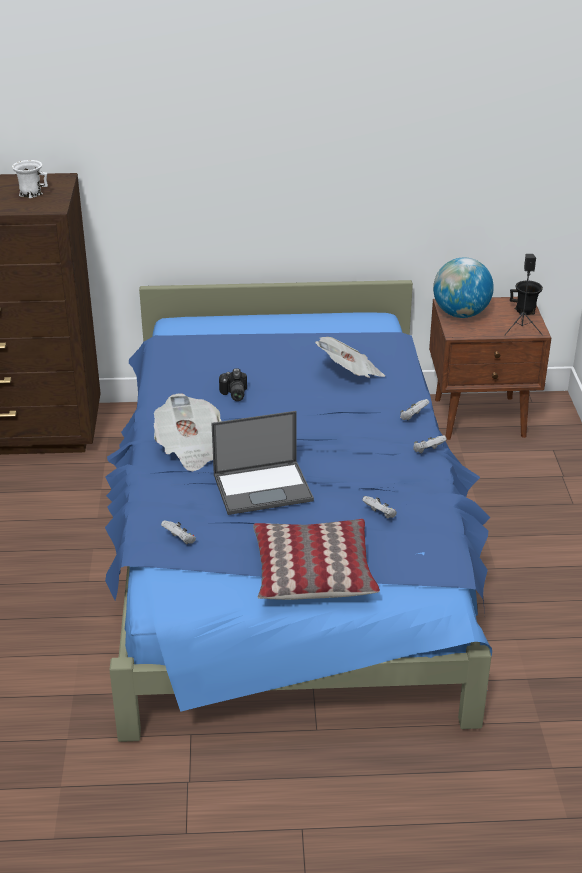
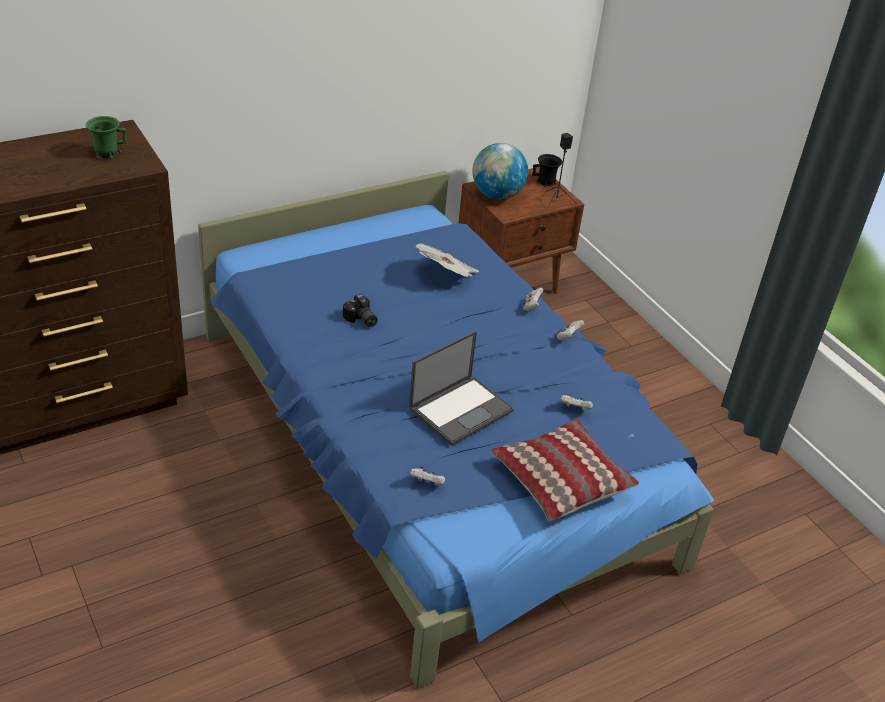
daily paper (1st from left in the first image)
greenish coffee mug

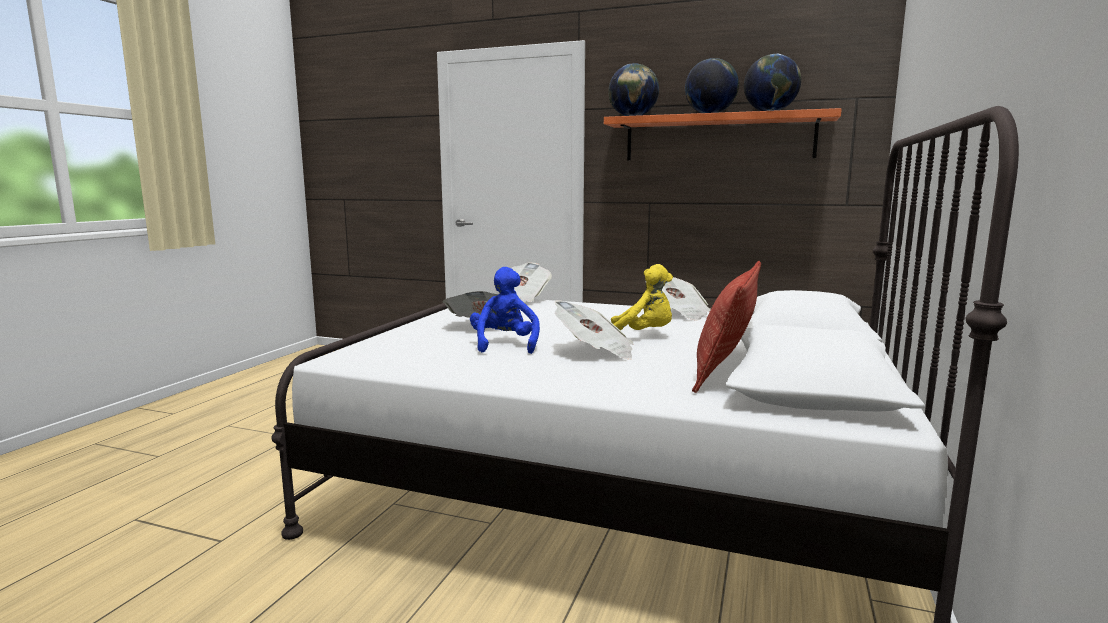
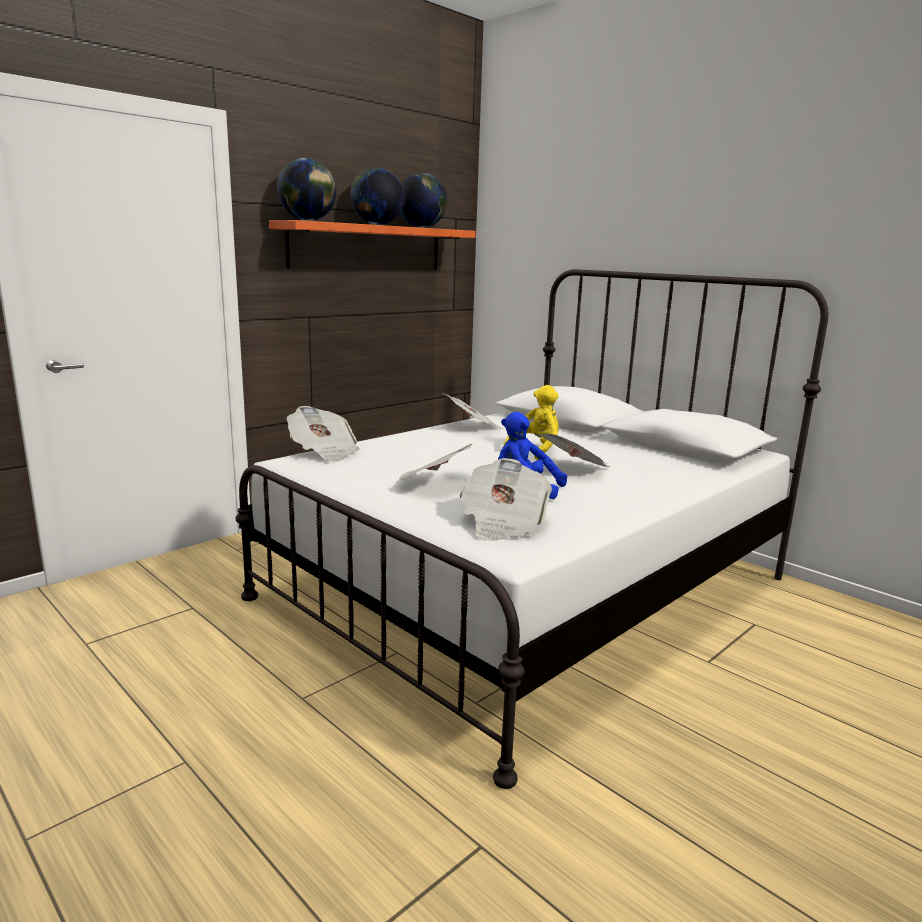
cushion
daily paper (4th from left)

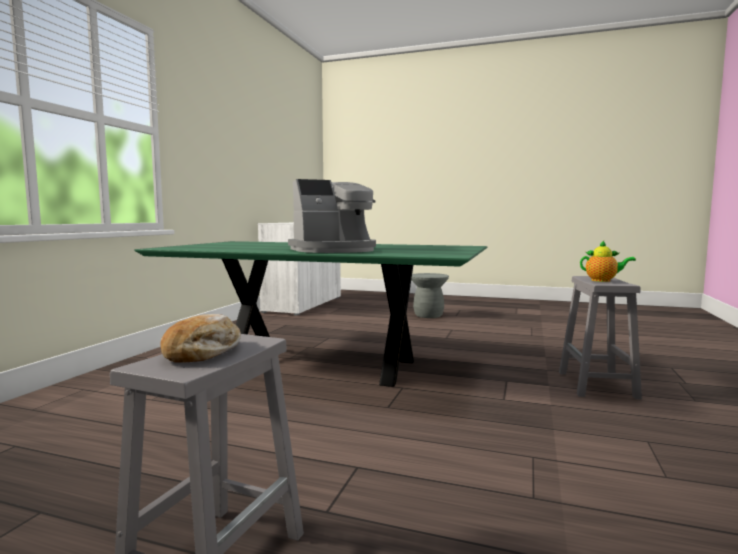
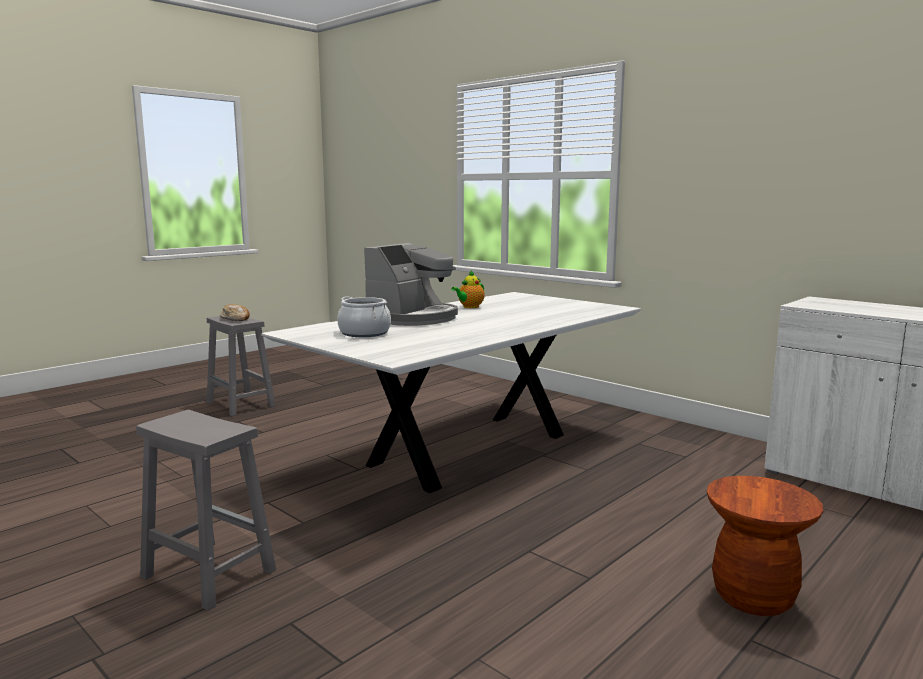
cooking pot
pot for tea
white dinner table
brownish stool seat
coffee maker

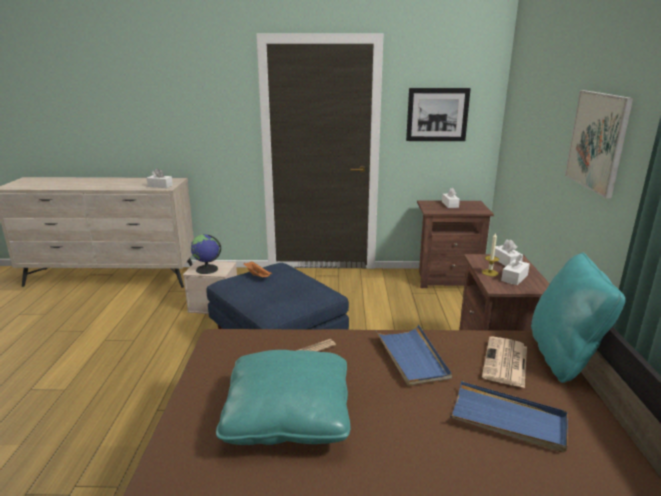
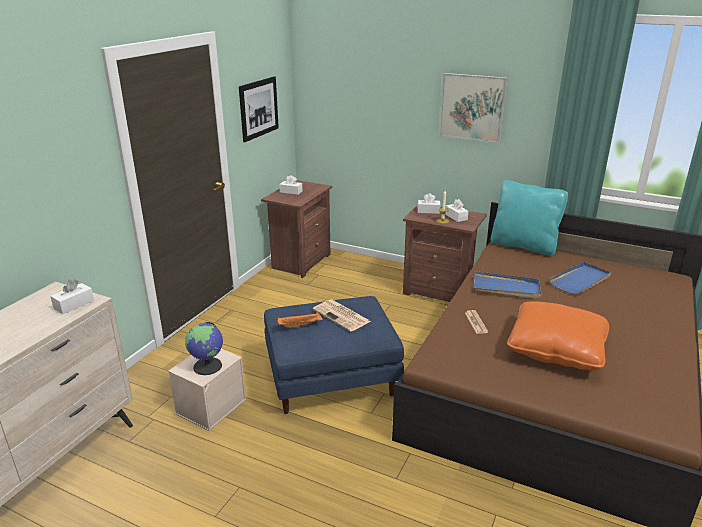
daily paper (1st from left)
orange-coloured cushion

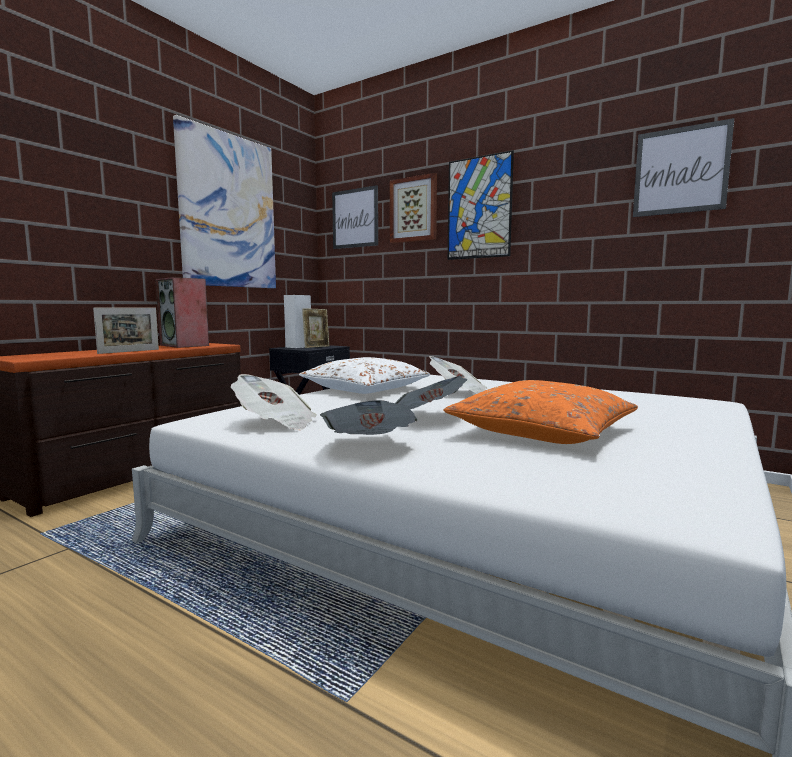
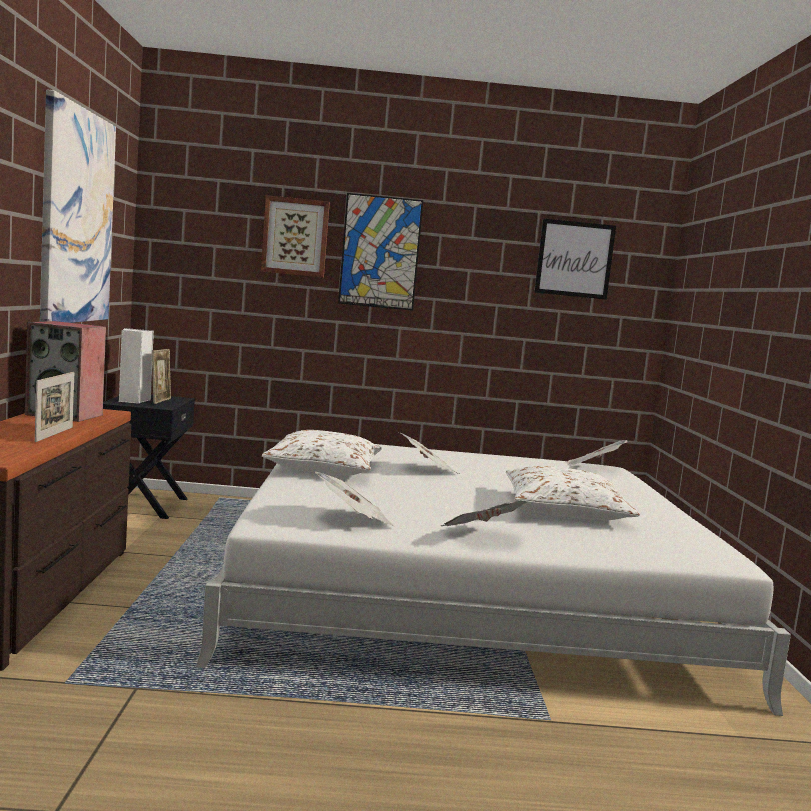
wall art (2nd from left in the first image)
daily paper (4th from left)
white cushion (2nd from left)

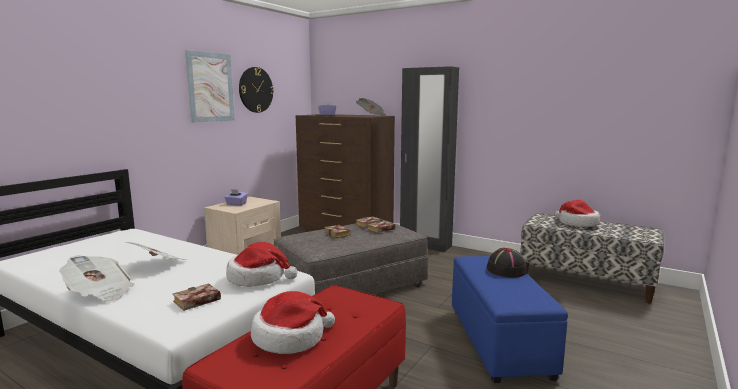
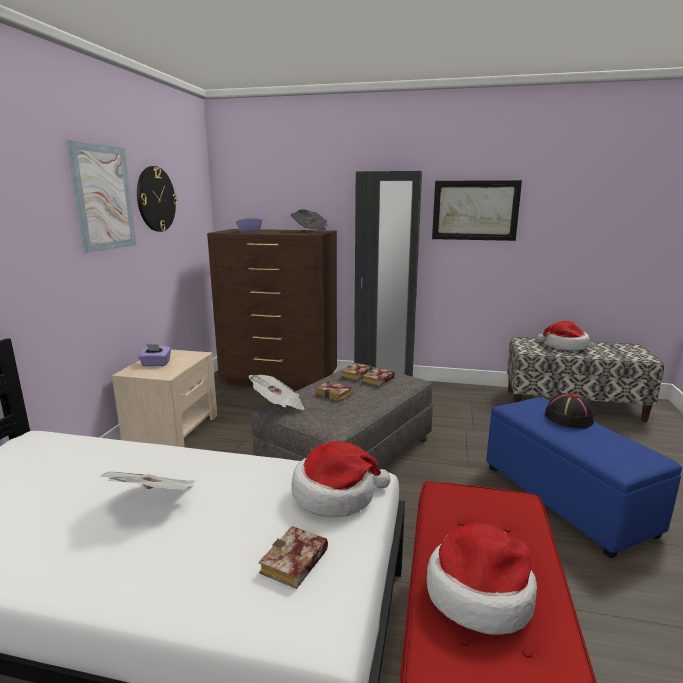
wall art (2nd from left)
daily paper (2nd from left)

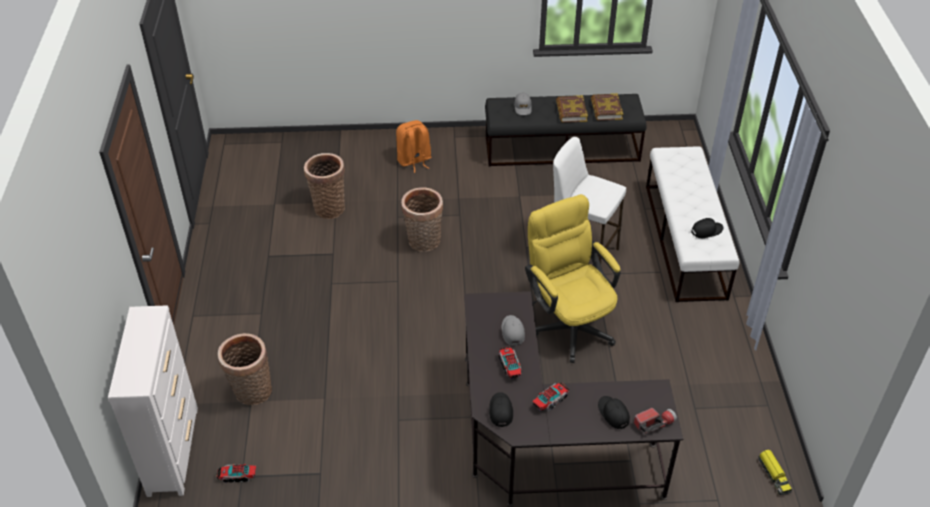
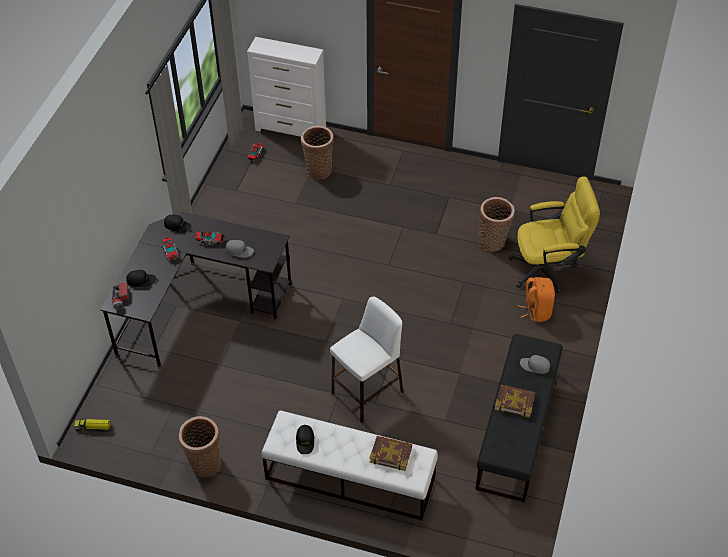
basket (1st from left)
yellowish desk chair
volume (1st from left)

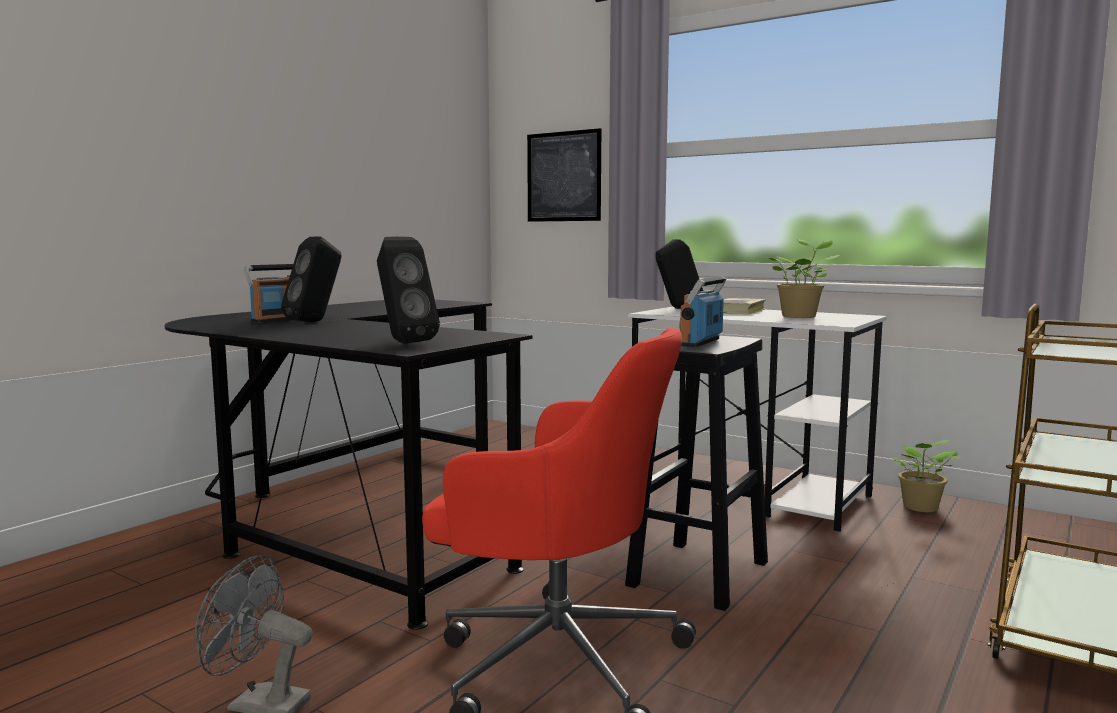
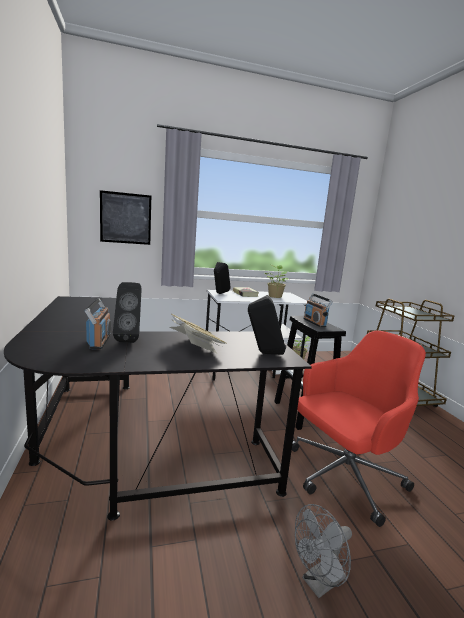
volume (1st from left)

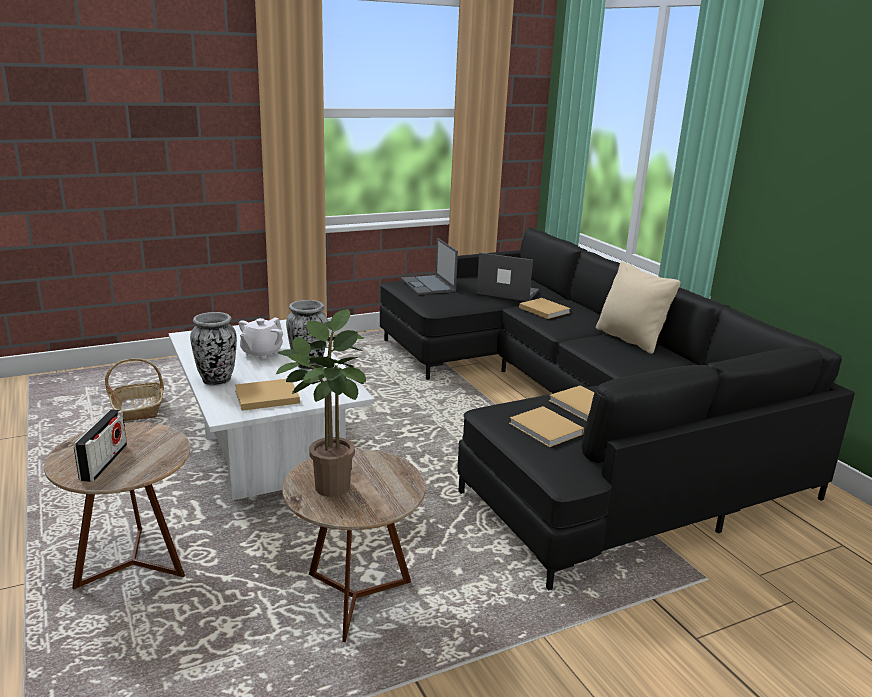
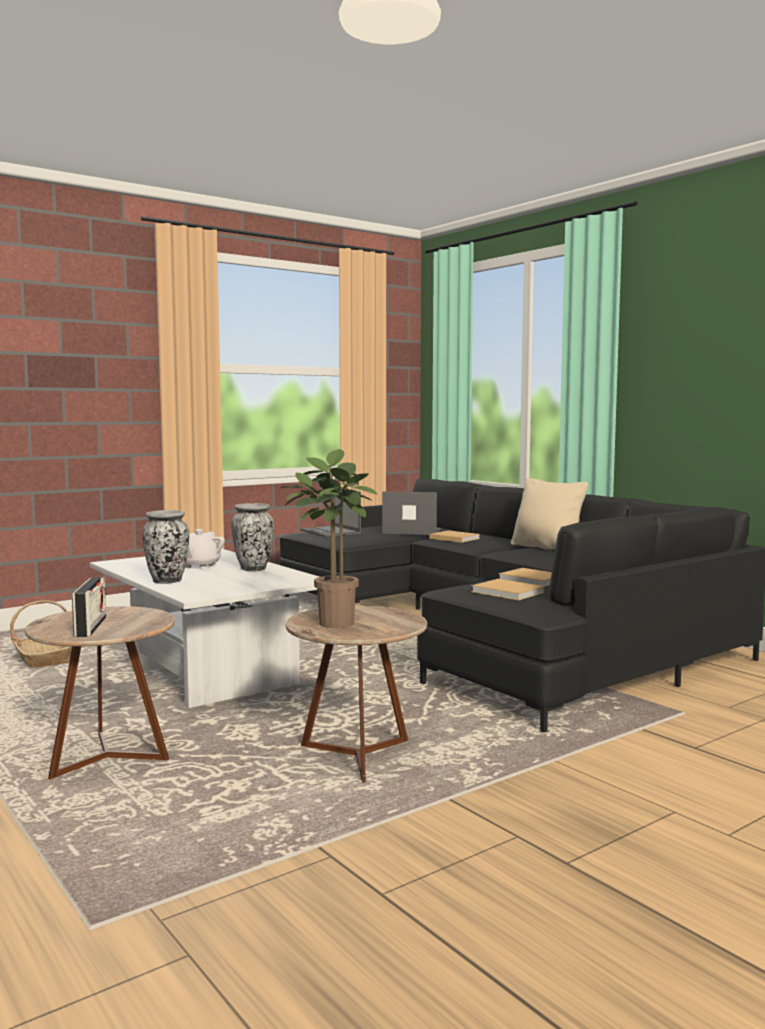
beige volume (1st from left in the first image)

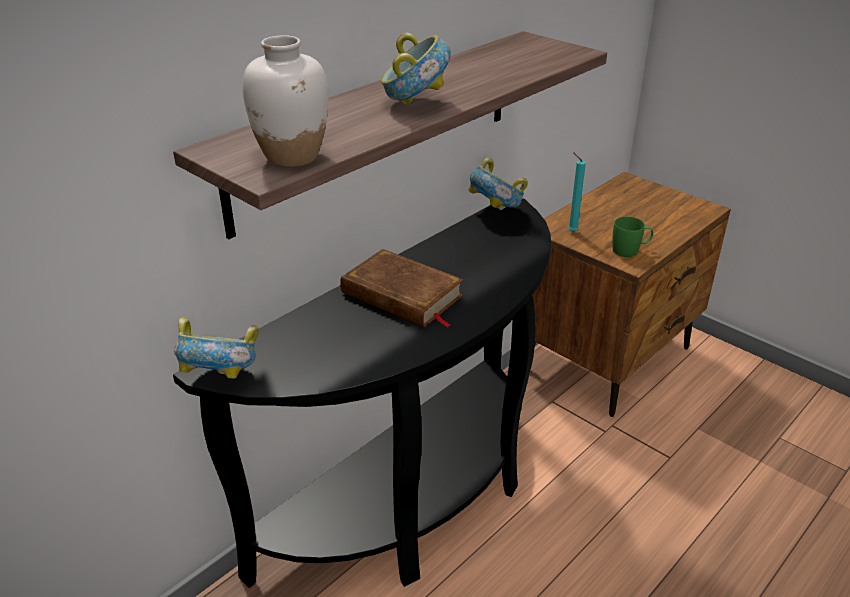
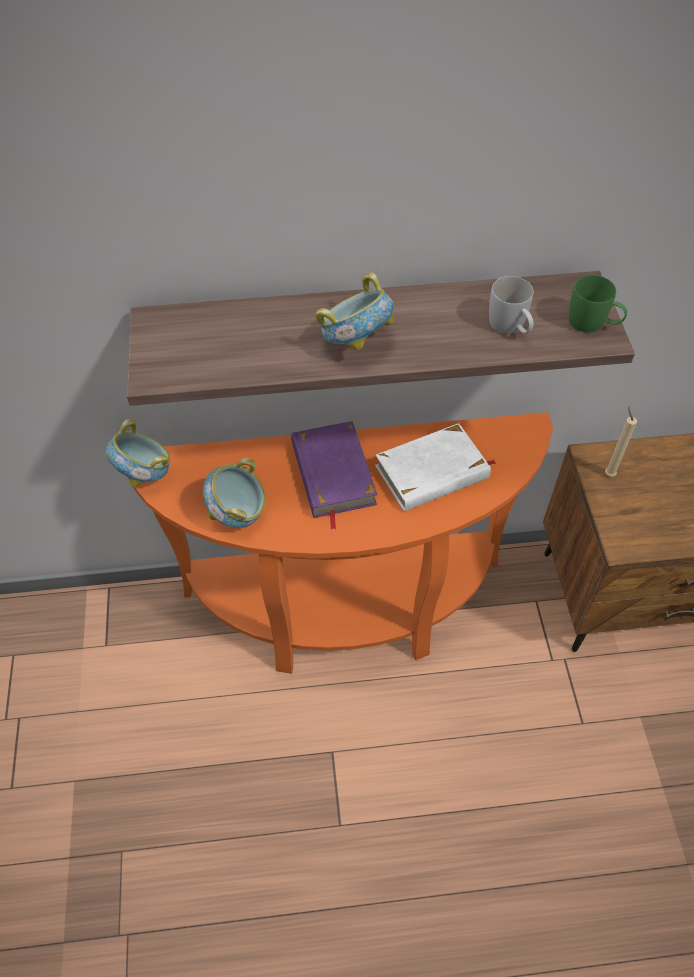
white vase
white volume
white coffee mug
bowl (2nd from left)
greenish coffee mug
orange-coloured narrow table
purple-coloured volume
beige candle

